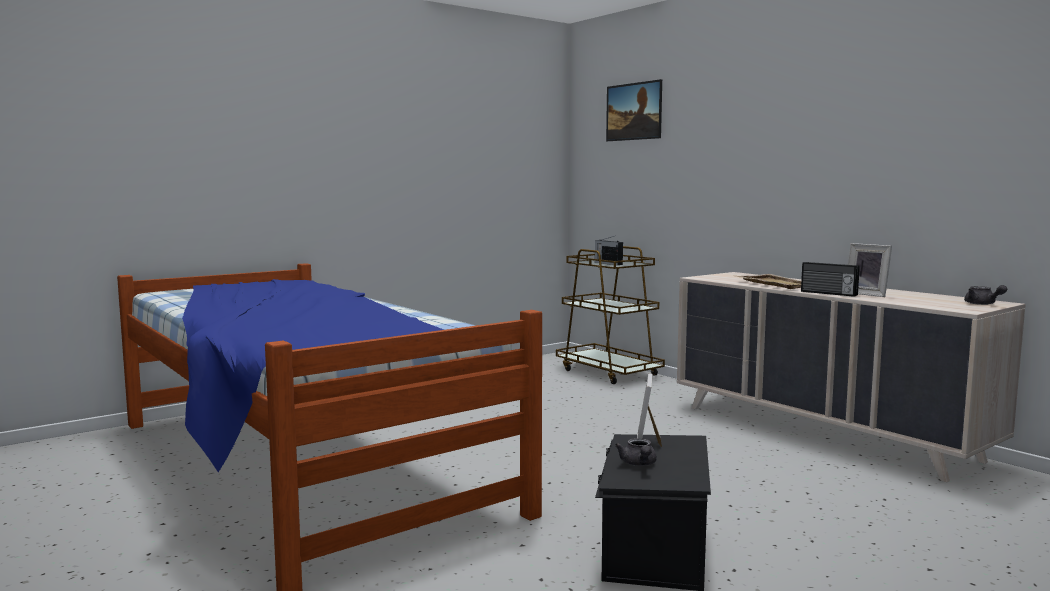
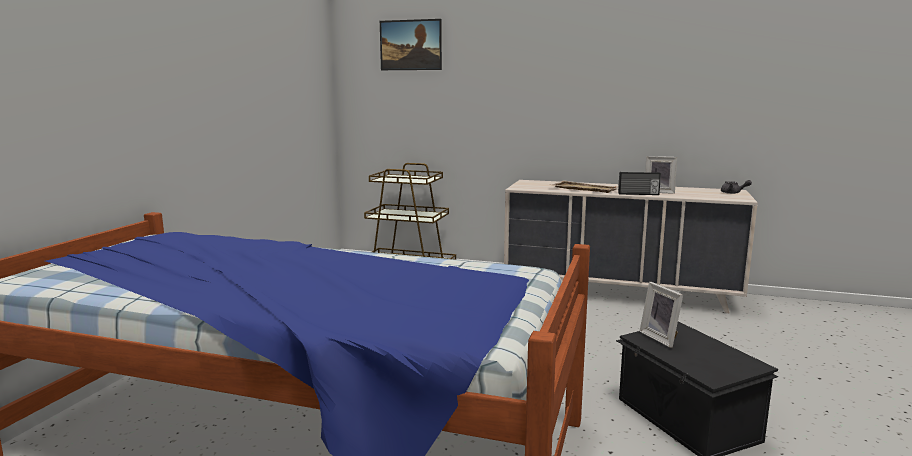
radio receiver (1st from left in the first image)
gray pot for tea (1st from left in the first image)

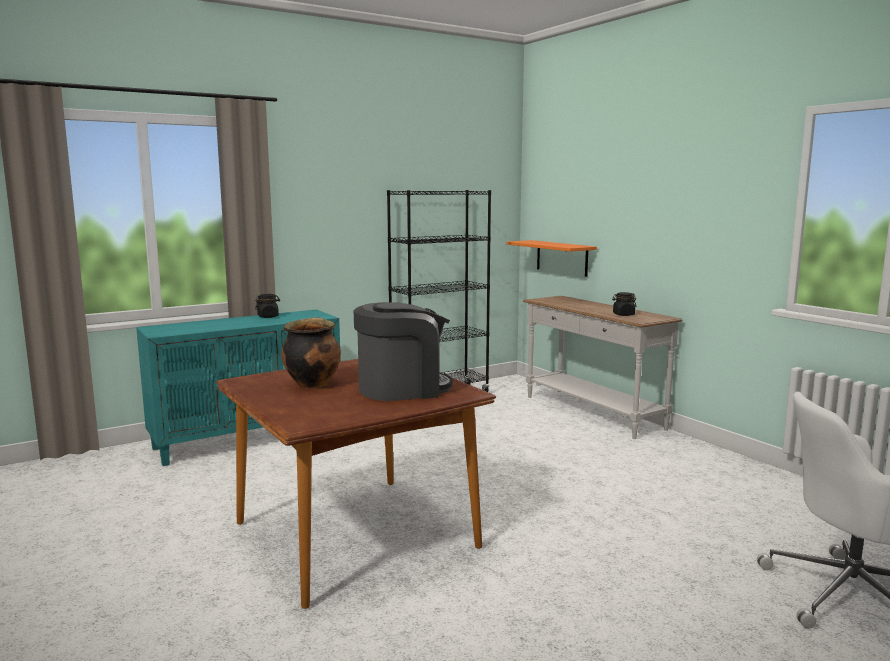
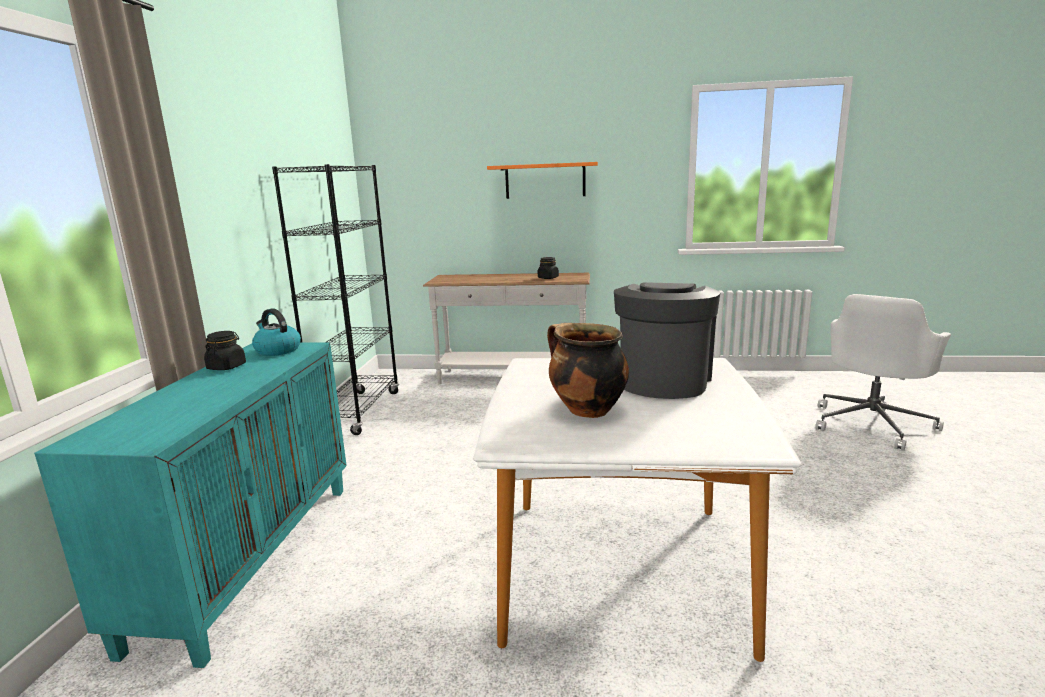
water kettle
orange-coloured shelf
white dinner table

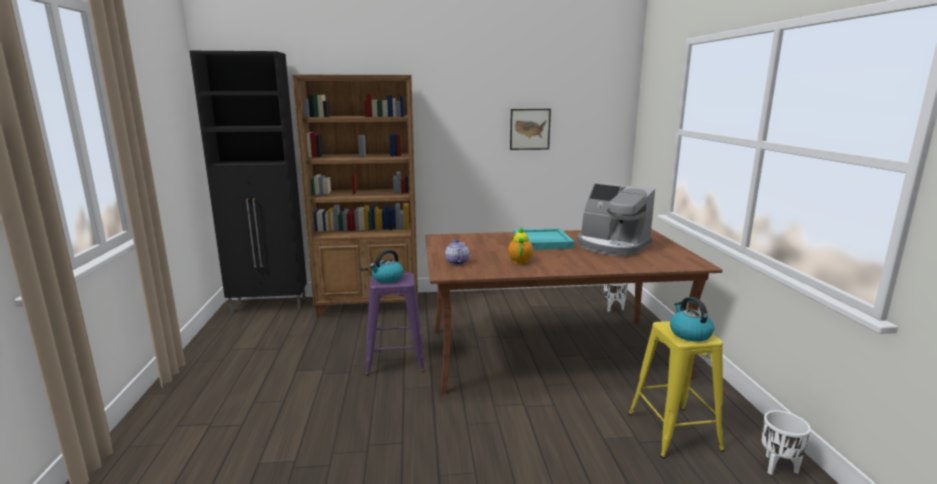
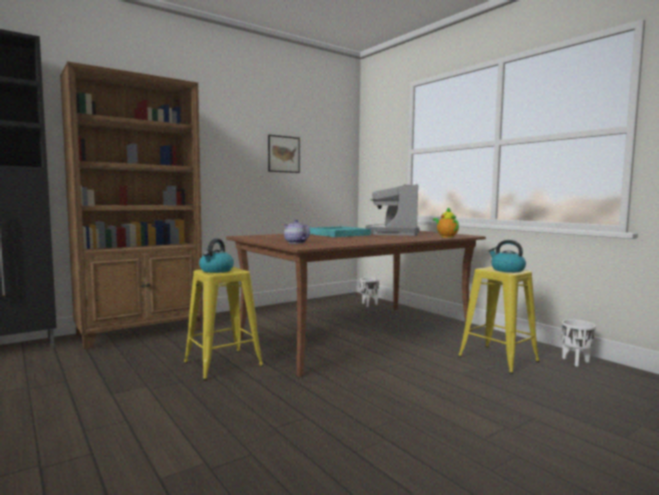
pot for tea (2nd from left)
yellowish stool seat (1st from left)
coffee maker

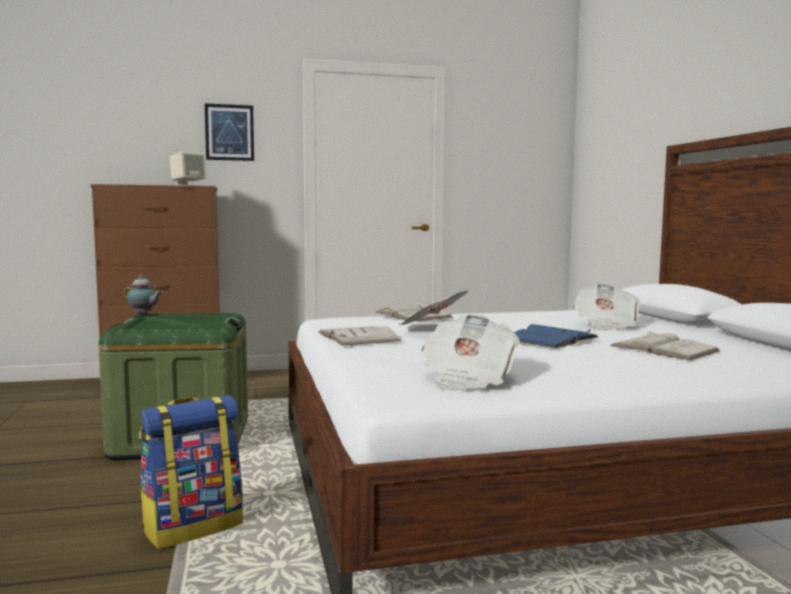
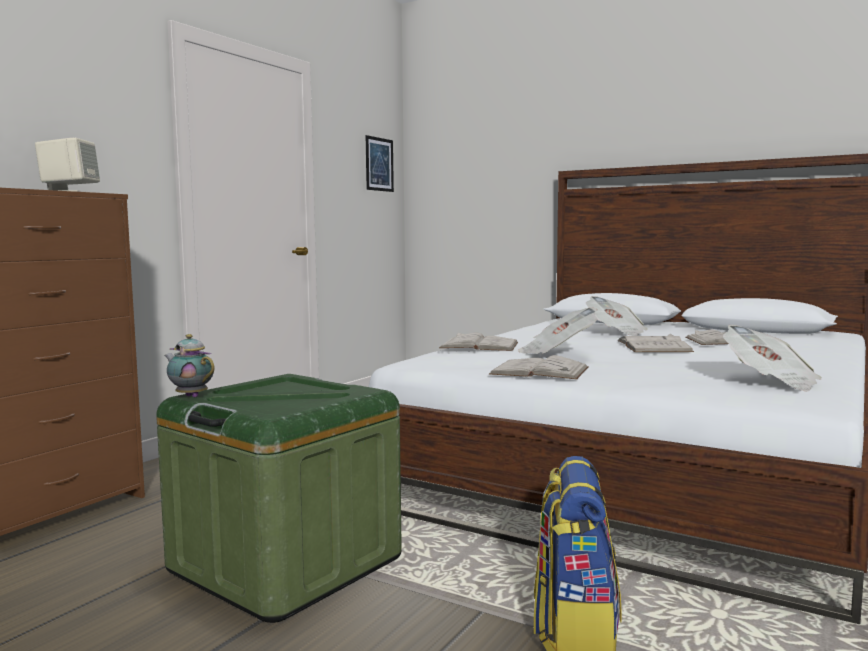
wall art
white volume (3rd from left)
pot for tea

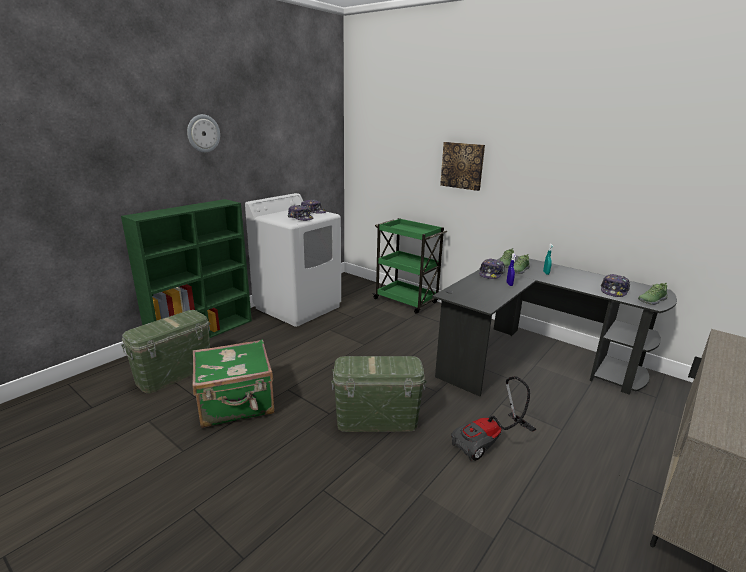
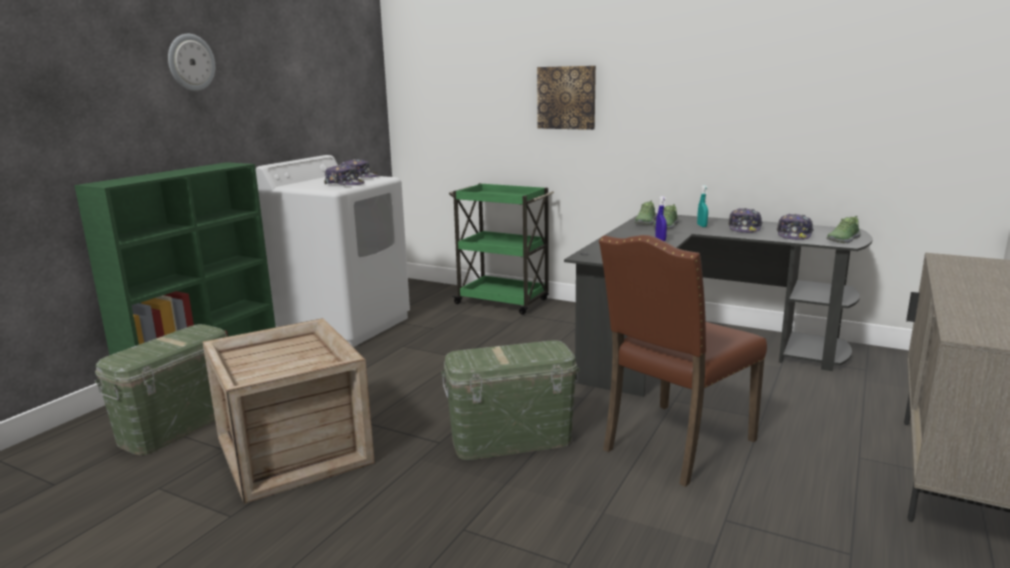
cap (3rd from left)
shipping crate
brownish chair

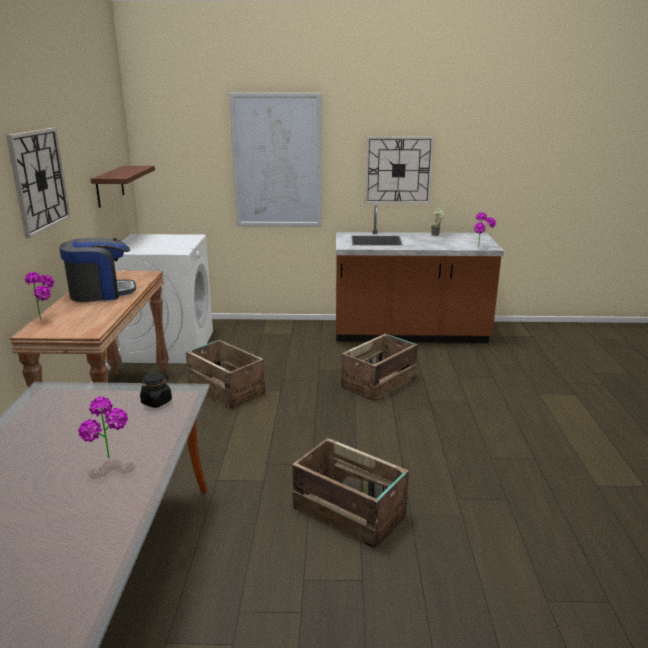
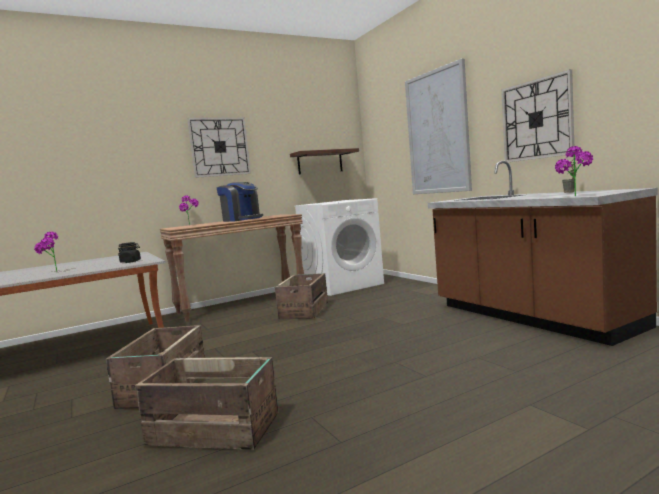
shipping crate (2nd from left)

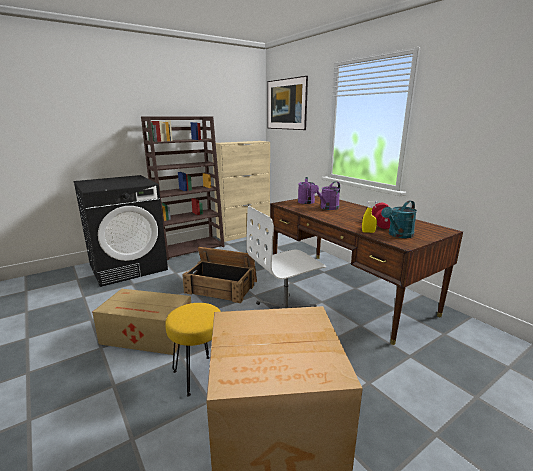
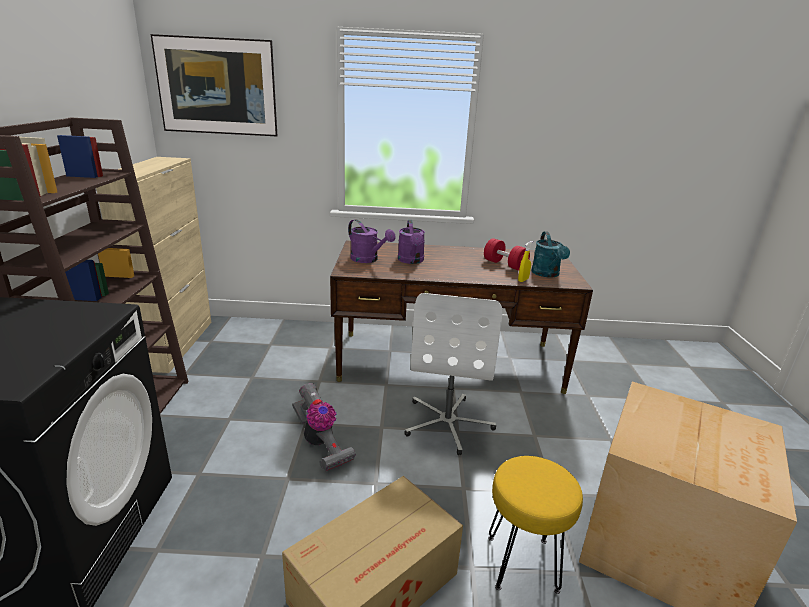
vacuum

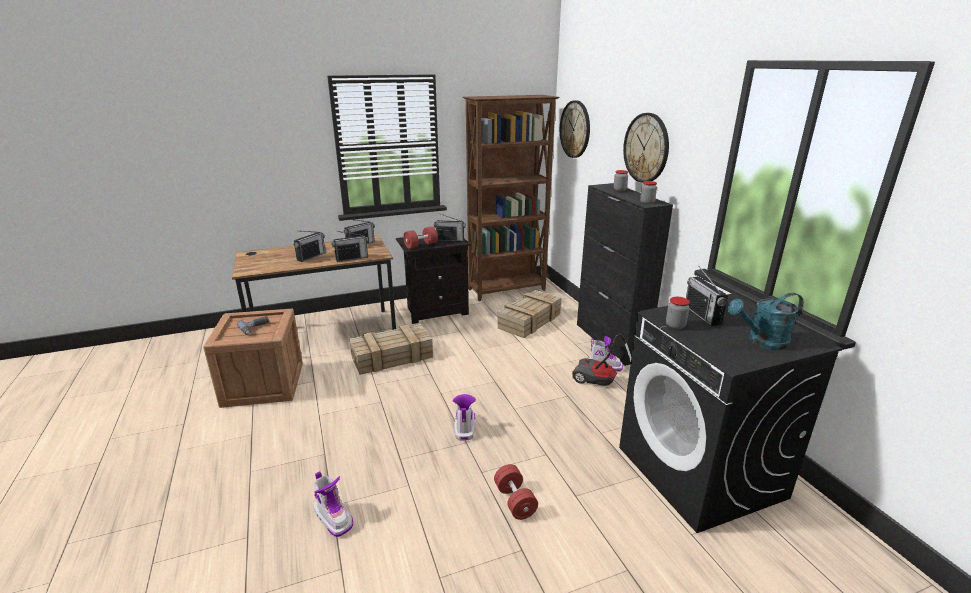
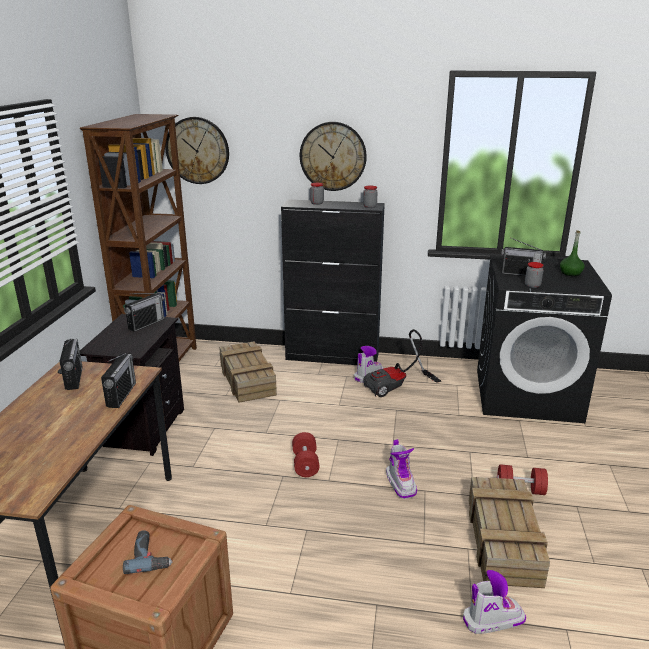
radio receiver (1st from left in the first image)
shipping crate (3rd from left)
red free weight (1st from left)
greenish beverage bottle
high-top boot (2nd from left)

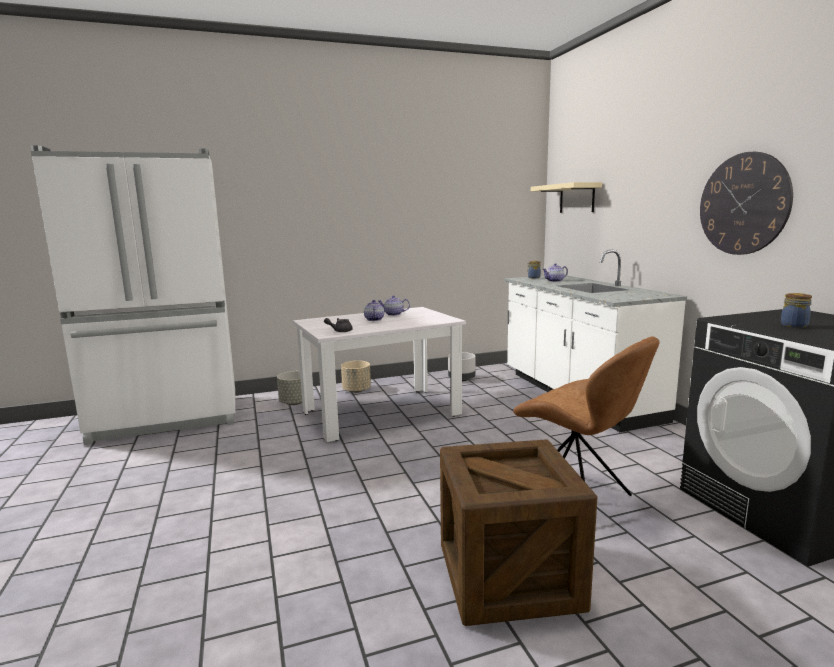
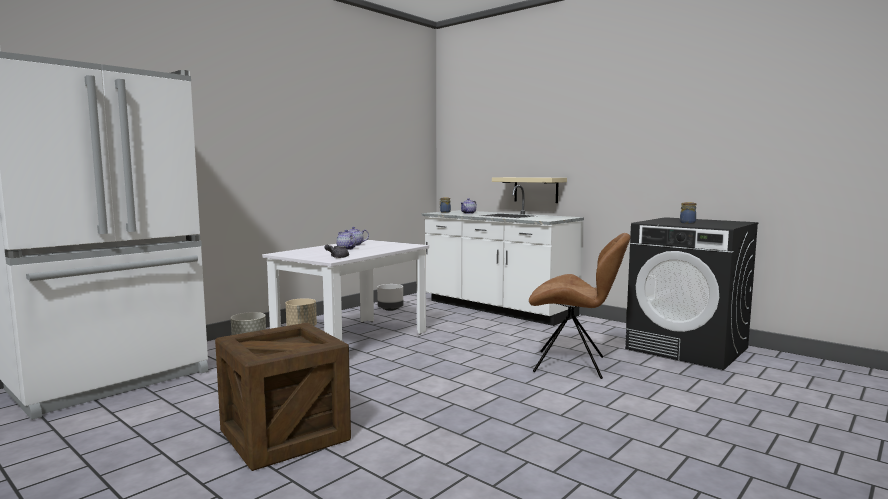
hanging clock
shipping crate
beige shelf

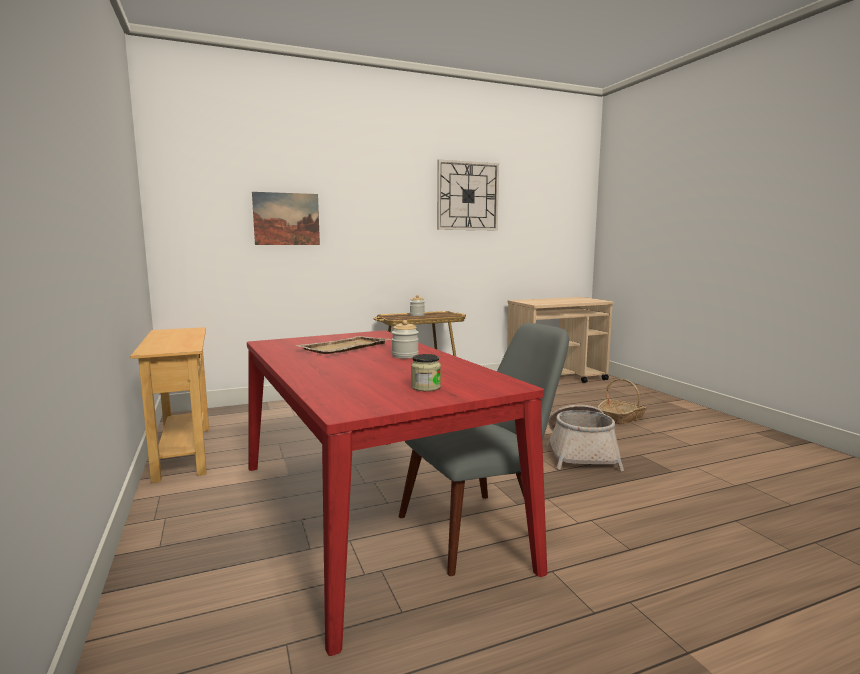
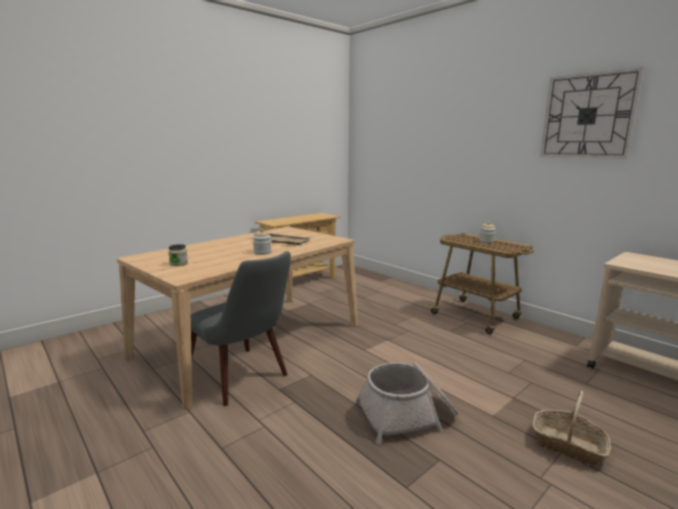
wall art
beige dinner table

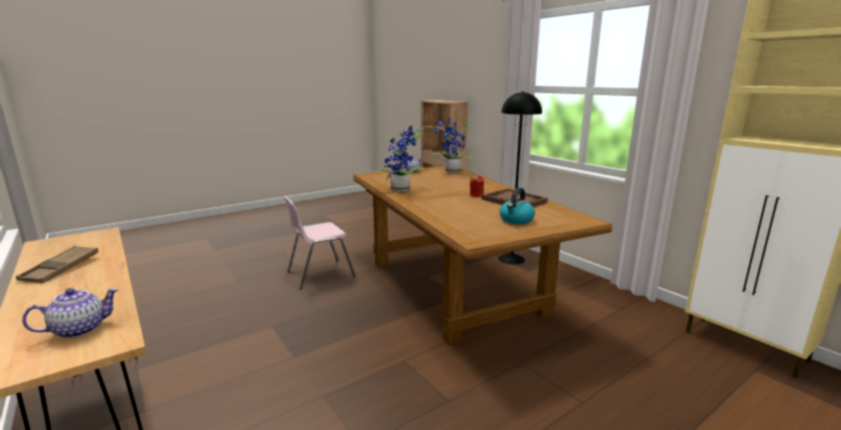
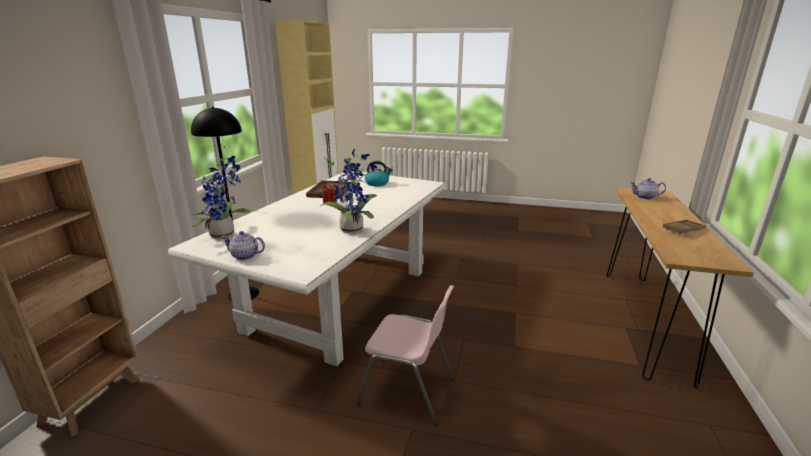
white dinner table

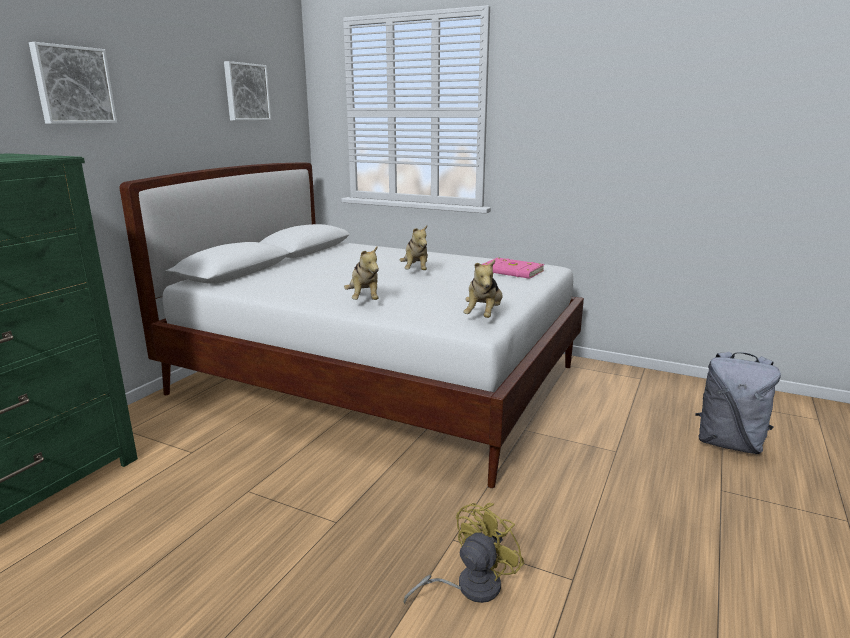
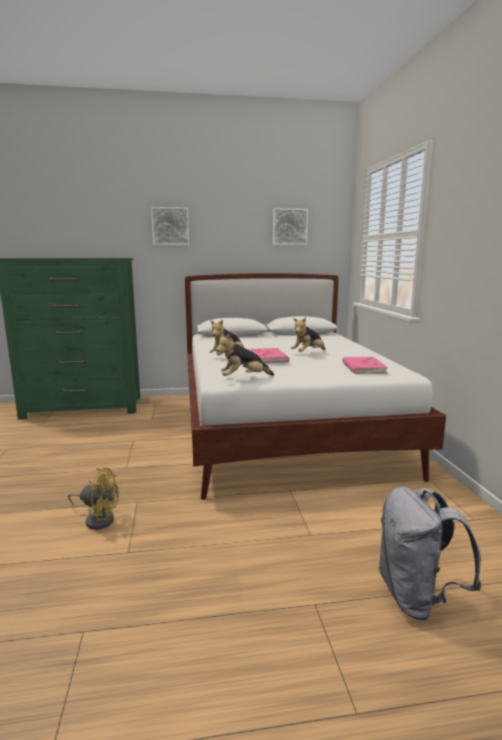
pink volume (1st from left)

